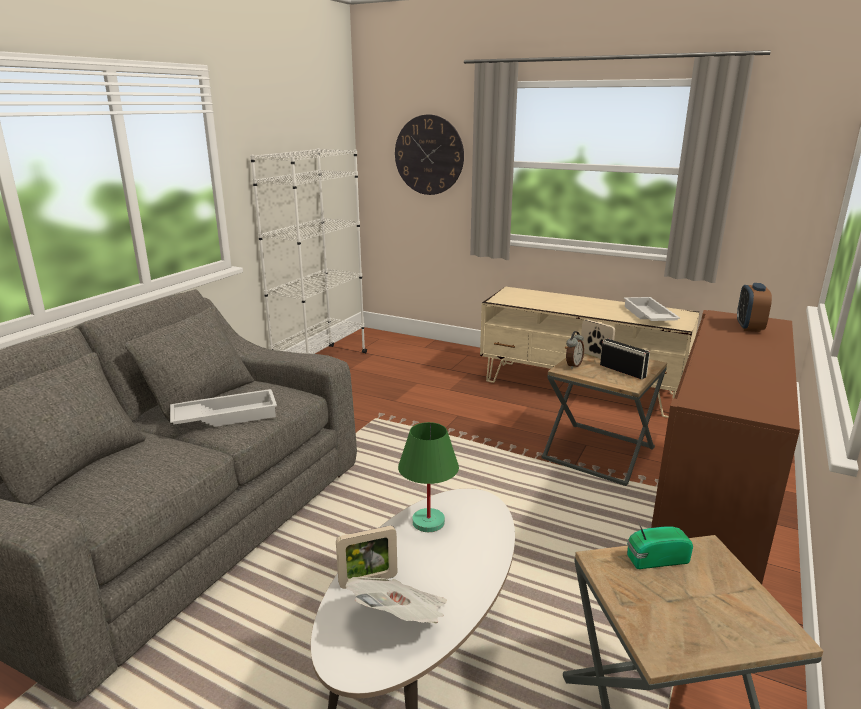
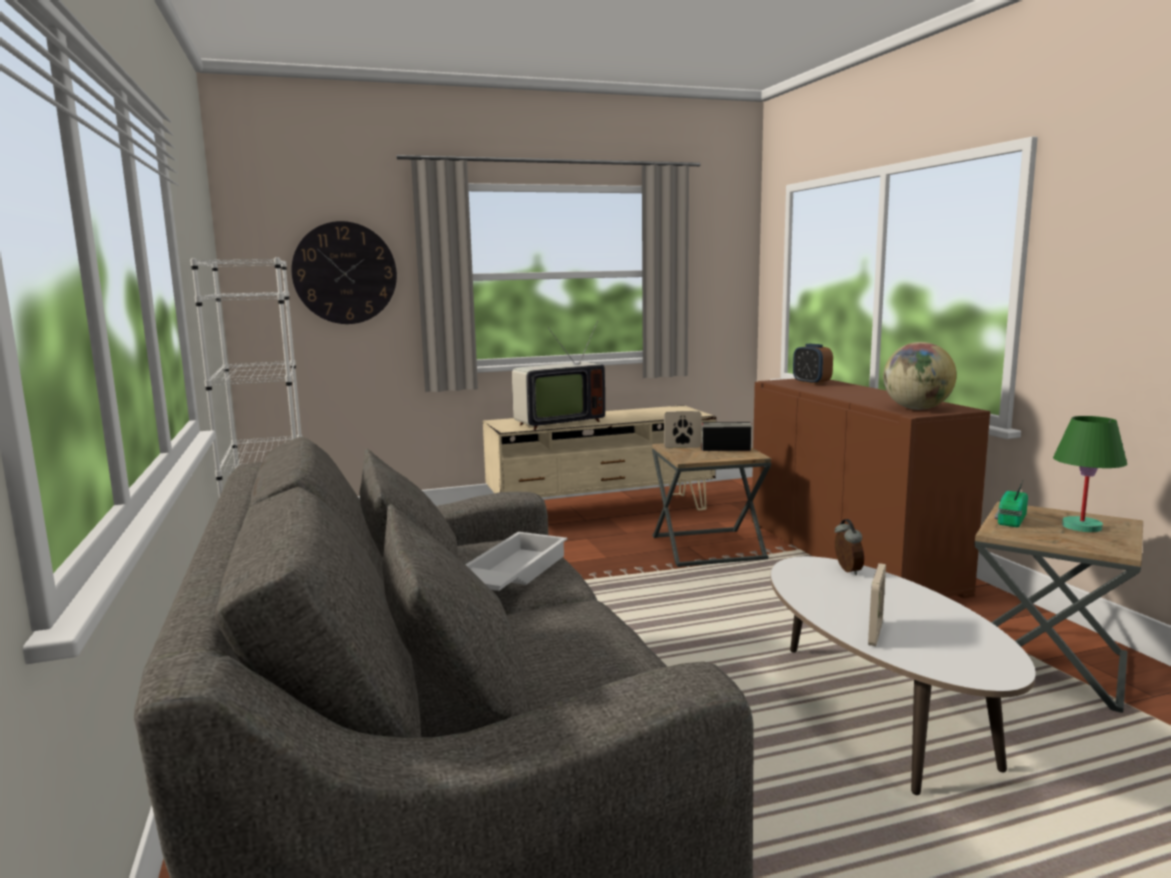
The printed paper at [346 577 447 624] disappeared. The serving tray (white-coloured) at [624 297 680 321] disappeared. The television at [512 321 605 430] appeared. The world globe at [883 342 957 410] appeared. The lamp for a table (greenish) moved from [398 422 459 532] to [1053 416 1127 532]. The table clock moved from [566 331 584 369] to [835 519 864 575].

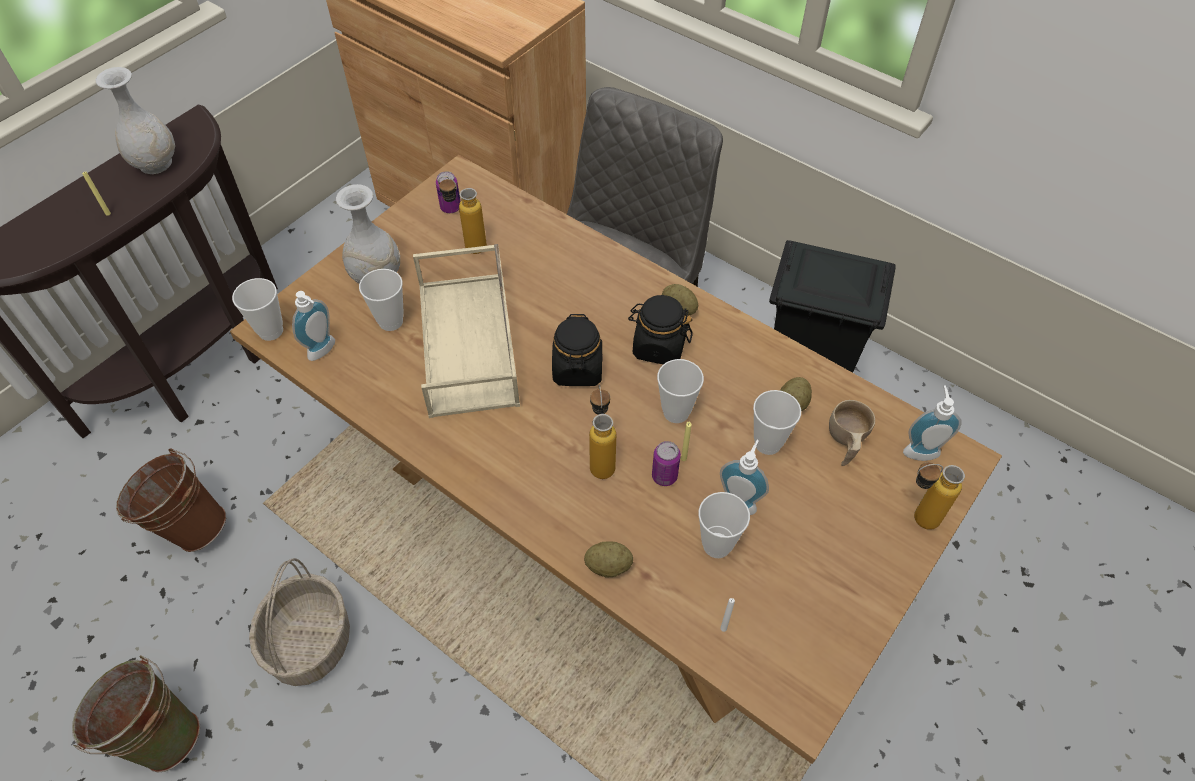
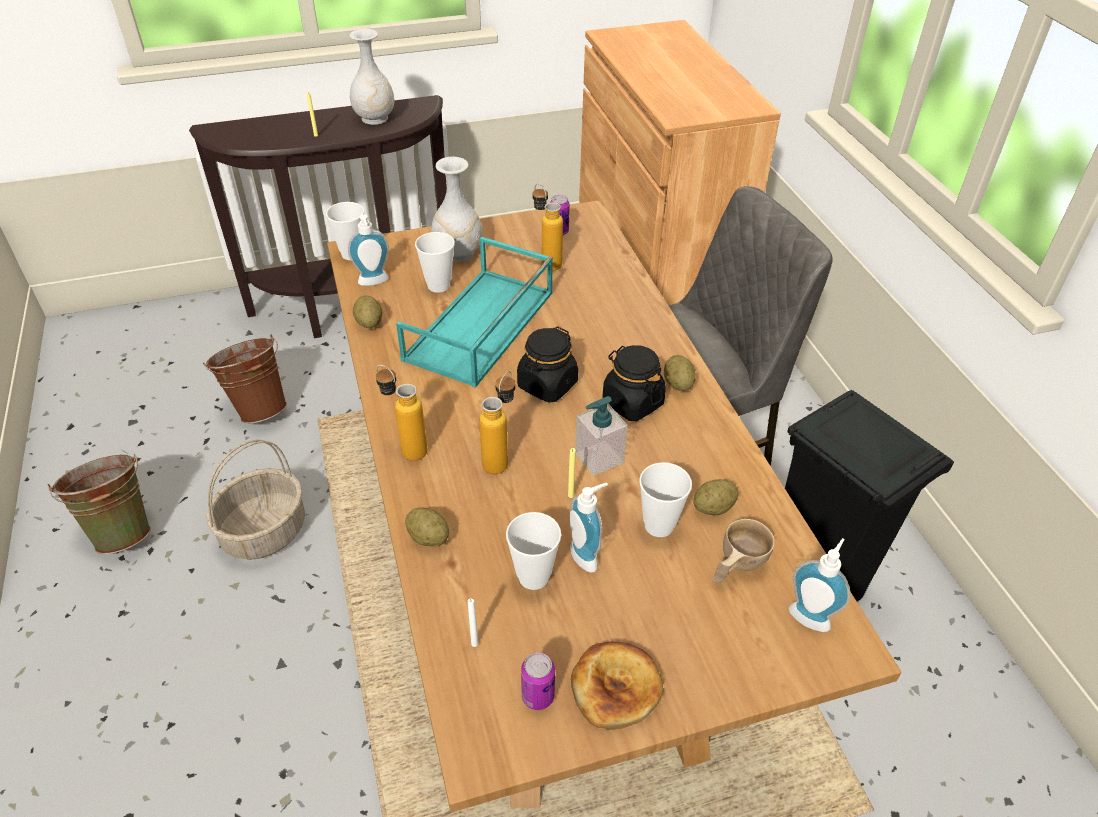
The spud at [353 295 382 328] appeared. The bakery bread at [571 642 663 730] appeared. The sealed can moved from [652 441 681 486] to [521 652 555 710]. The bottle moved from [914 462 965 530] to [376 365 428 461]. The small cup at [657 359 704 423] was replaced by the liquid soap bottle at [575 396 628 476]. The serving tray (sand-coloured) at [413 244 520 418] became the serving tray (turquoise) at [396 237 553 388].

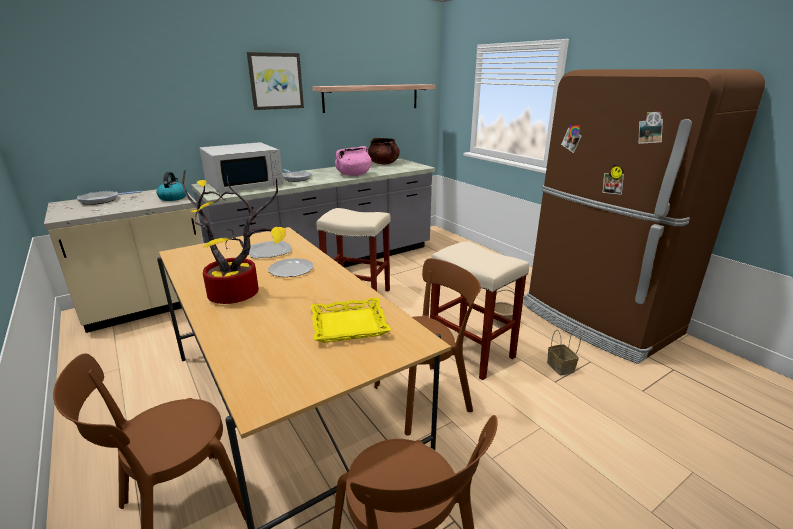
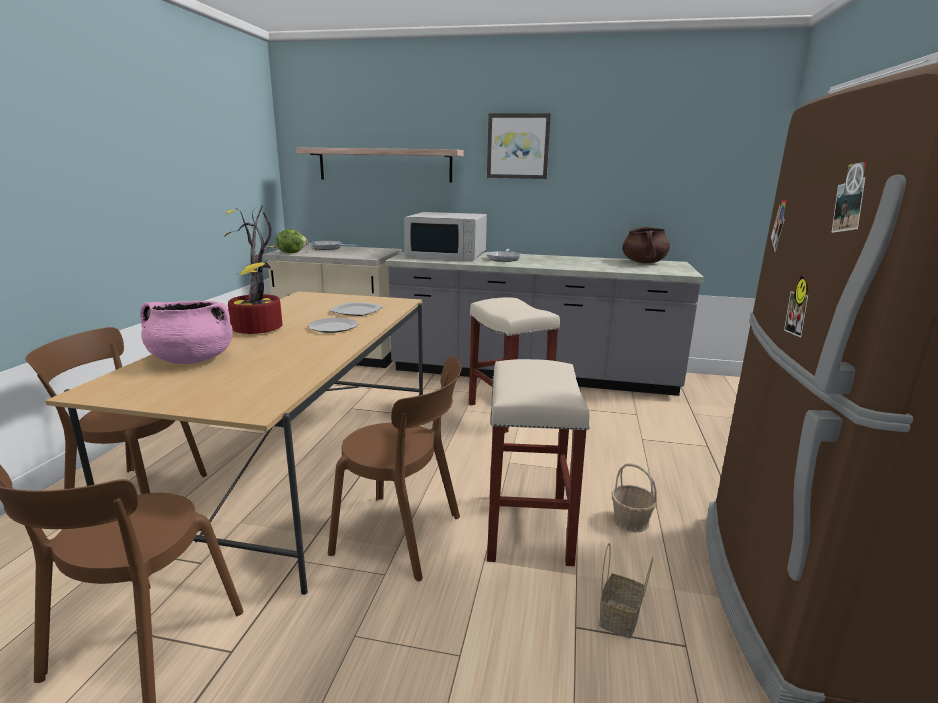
The kettle at [156 172 187 201] disappeared. The serving tray (yellowish) at [311 297 391 343] disappeared. The lettuce head at [276 229 307 253] appeared. The shelf moved from [312 84 436 113] to [296 148 464 182]. The cooking pot (pinkish) moved from [335 146 372 176] to [140 301 233 364].

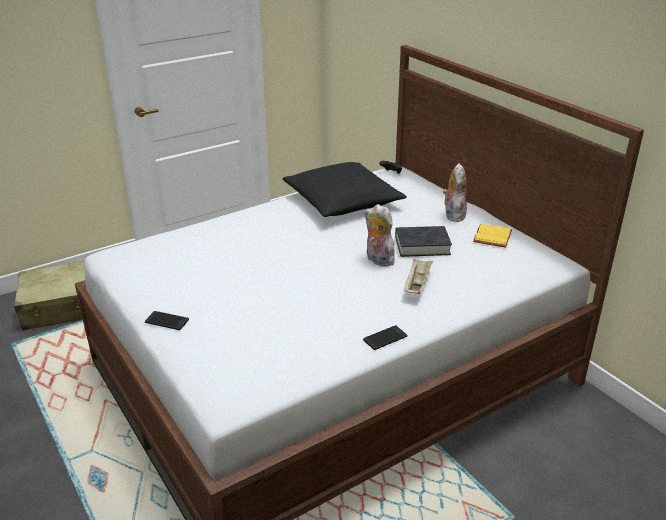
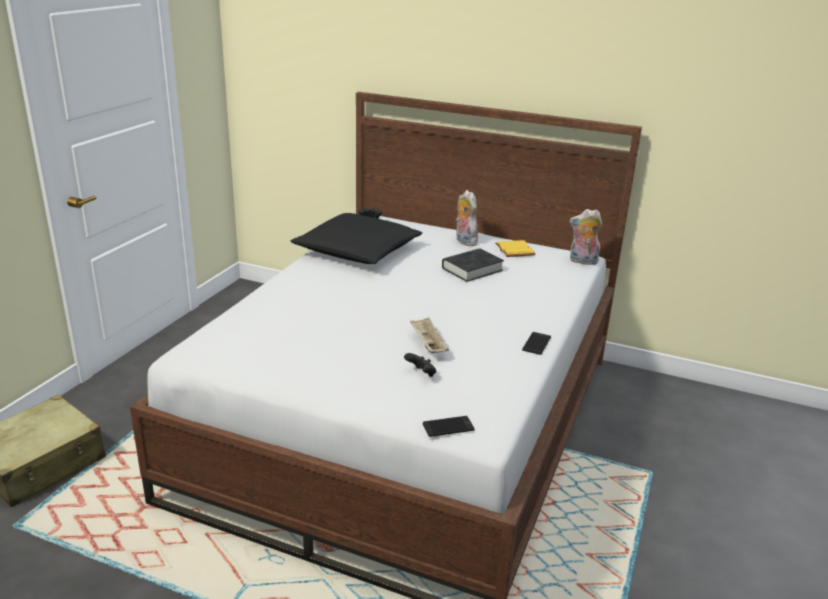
The joypad (black-coloured) at [404 353 436 377] appeared. The handset moved from [145 311 189 330] to [423 416 474 437]. The plush toy moved from [364 204 398 267] to [570 209 602 265]. The serving tray (sand-coloured) moved from [404 259 433 294] to [410 317 449 353].

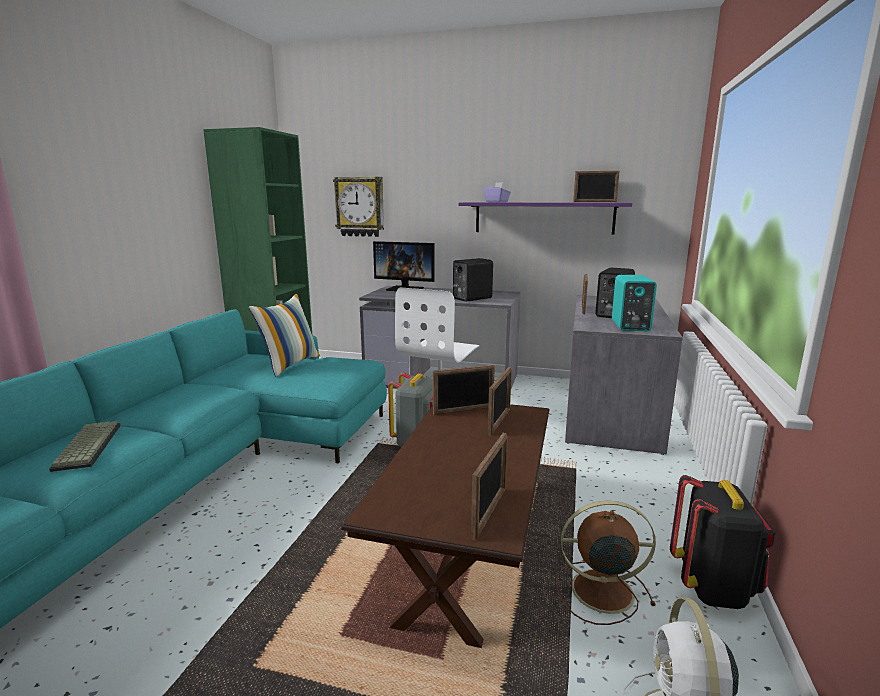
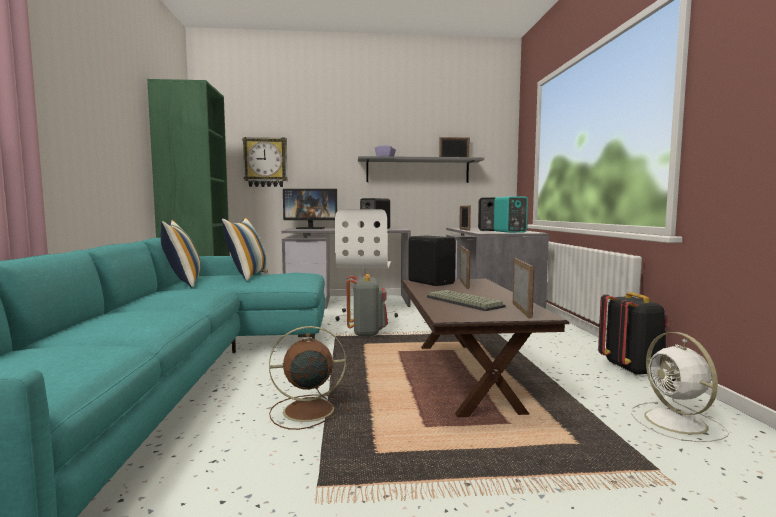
The cushion at [161 220 201 288] appeared. The computer keyboard moved from [49 421 121 472] to [427 290 505 311]. The cooling fan (brownish) moved from [556 501 656 625] to [269 326 350 430]. The standing frame at [433 365 495 415] was replaced by the loudspeaker (black-coloured) at [408 236 456 286]. The shelf (purple-coloured) at [458 202 632 234] became the shelf (greyish) at [358 156 484 183].

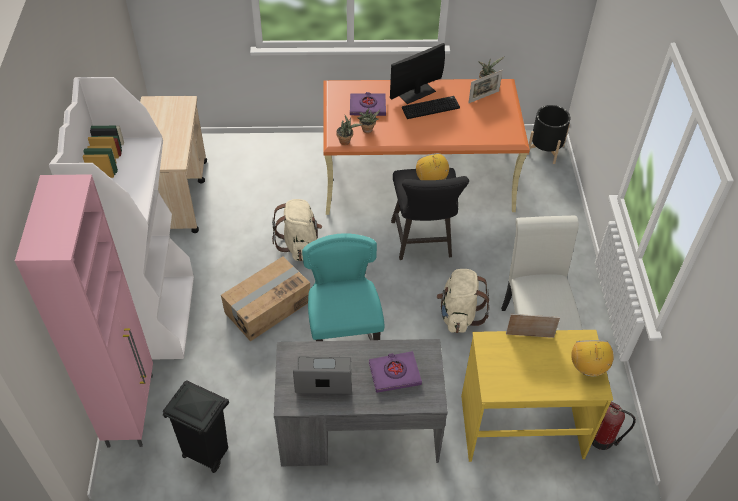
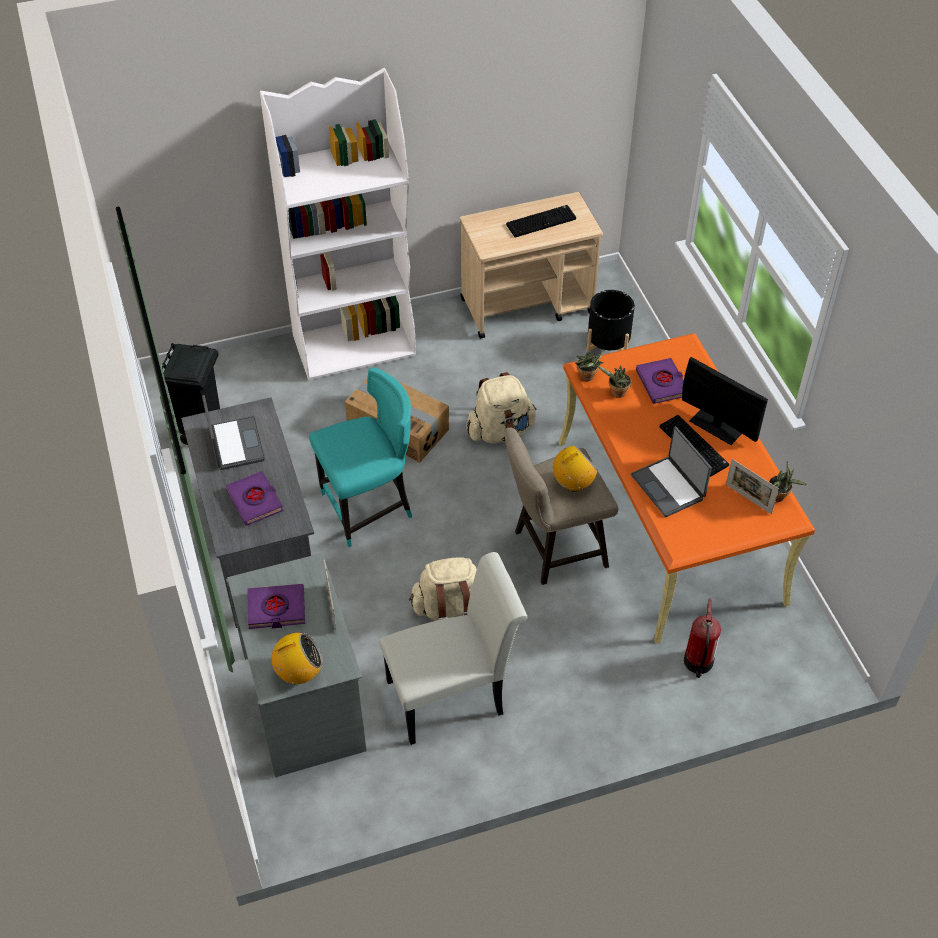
The storage cabinet (pinkish) at [15 174 153 448] disappeared. The volume (purple-coloured) at [247 584 305 629] appeared. The computer keyboard at [506 205 576 238] appeared. The notebook computer at [631 426 712 517] appeared. The planter (black-coloured) moved from [527 105 570 164] to [586 290 635 356]. The fire extinguisher moved from [592 401 636 450] to [684 598 721 678]. The sitting stool (black-coloured) at [391 168 469 260] became the sitting stool (sand-coloured) at [505 428 618 585]. The desk (yellowish) at [461 330 613 462] became the desk (greyish) at [226 553 367 777].

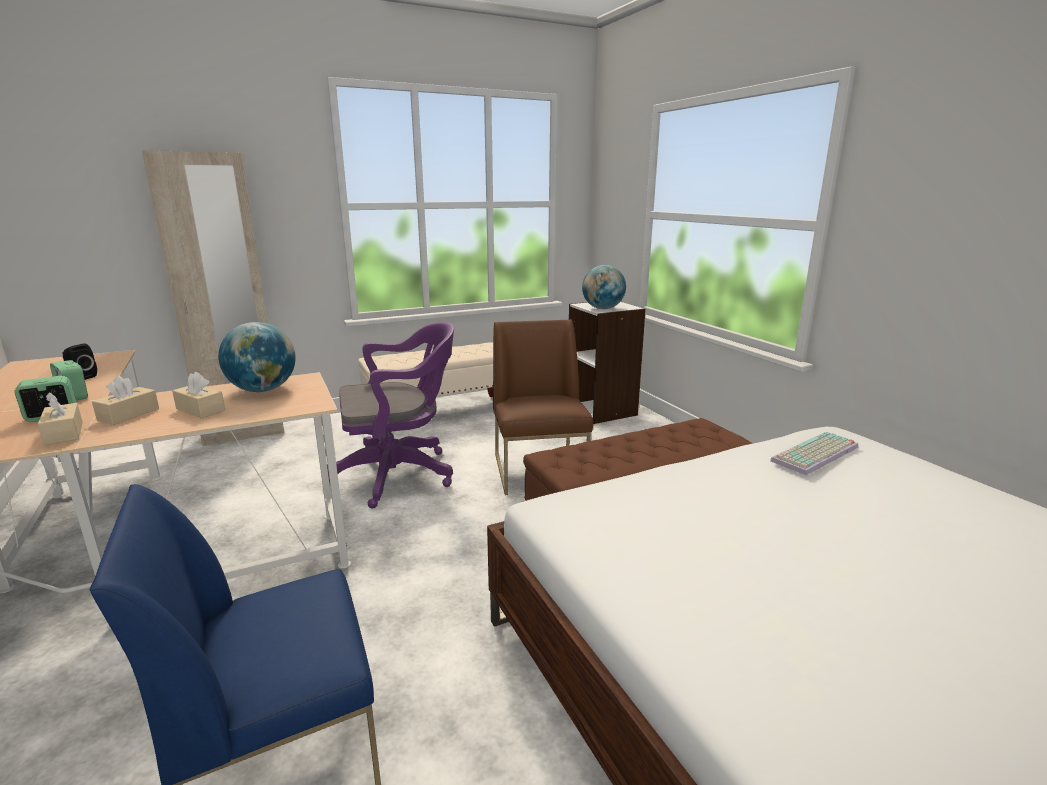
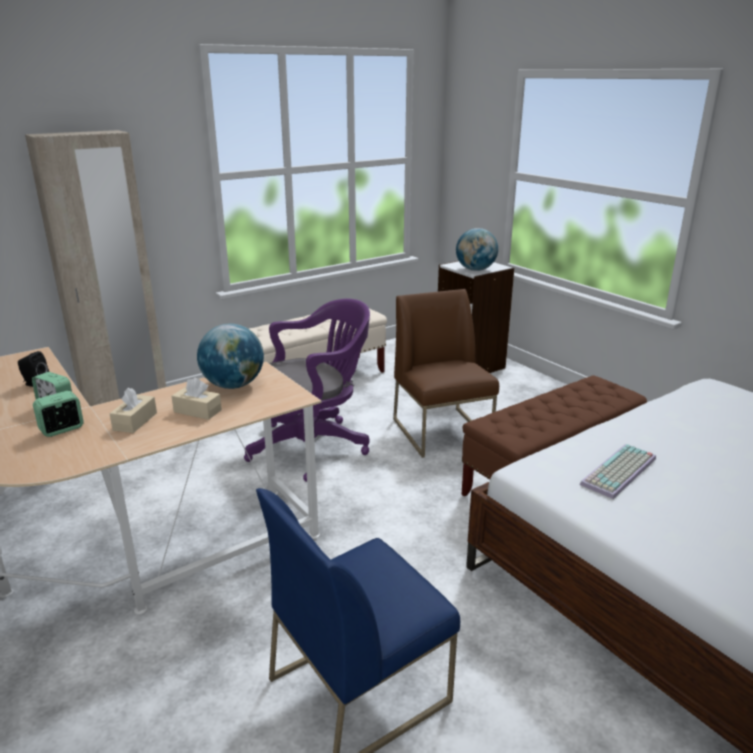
The tissue holder (sand-coloured) at [38 392 83 445] disappeared. The computer keyboard moved from [770 432 858 475] to [580 444 656 499].

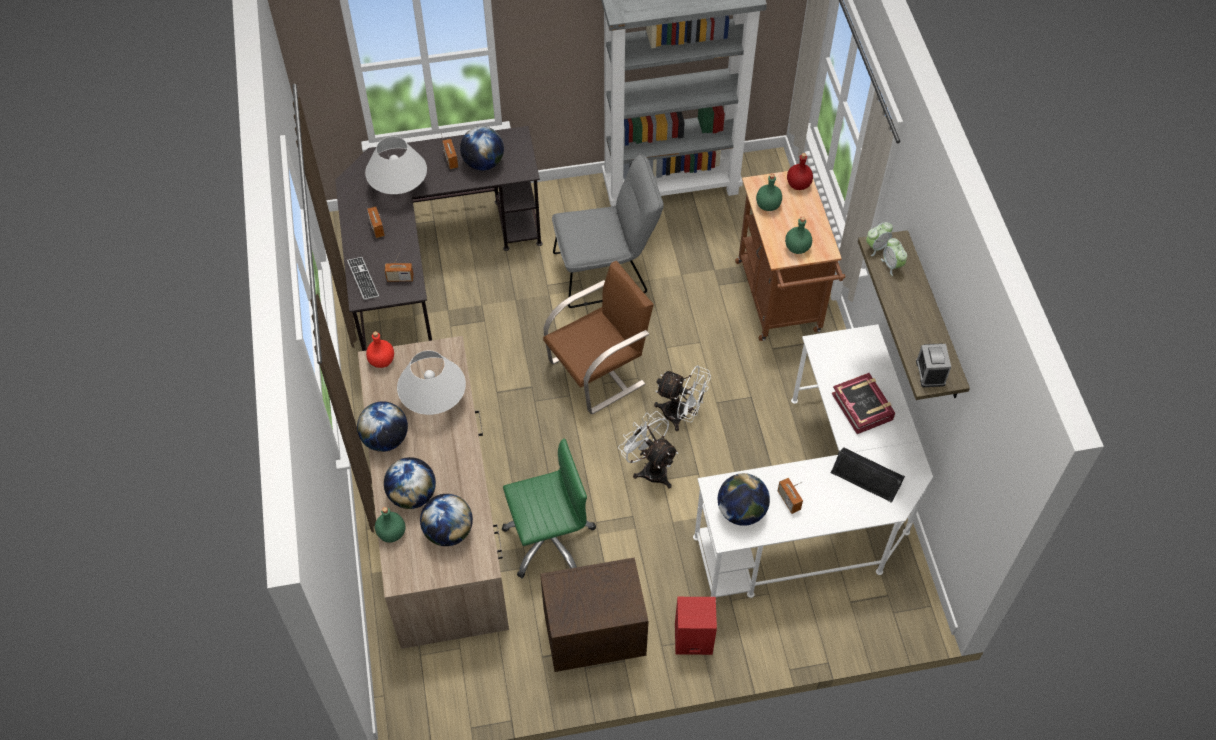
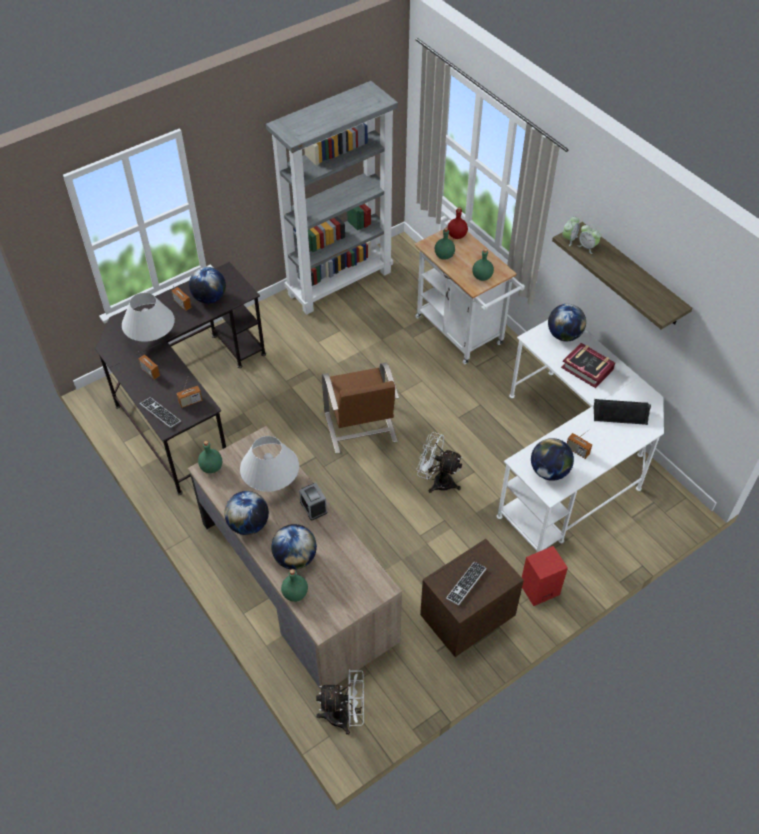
The desk chair (greenish) at [501 438 596 578] disappeared. The chair (greyish) at [552 153 664 308] disappeared. The computer keyboard at [446 562 487 605] appeared. The world globe moved from [420 494 473 546] to [548 304 586 341]. The cooling fan (white-coloured) moved from [654 365 711 431] to [316 669 364 735]. The table clock moved from [916 343 951 387] to [299 483 327 520]. The bottle (reddish) at [366 331 394 368] became the bottle (greenish) at [198 441 222 473]. The wheeled cart (brownish) at [735 171 845 341] became the wheeled cart (white-coloured) at [414 229 525 364]. The chair (brownish) at [543 261 654 414] turned 135 degrees clockwise.

